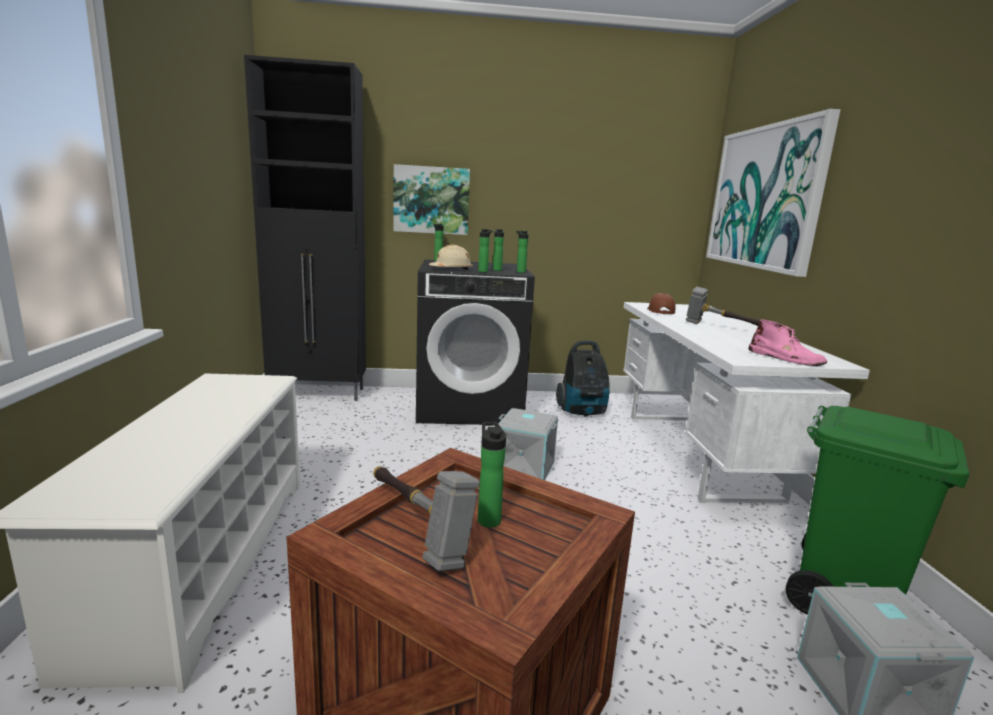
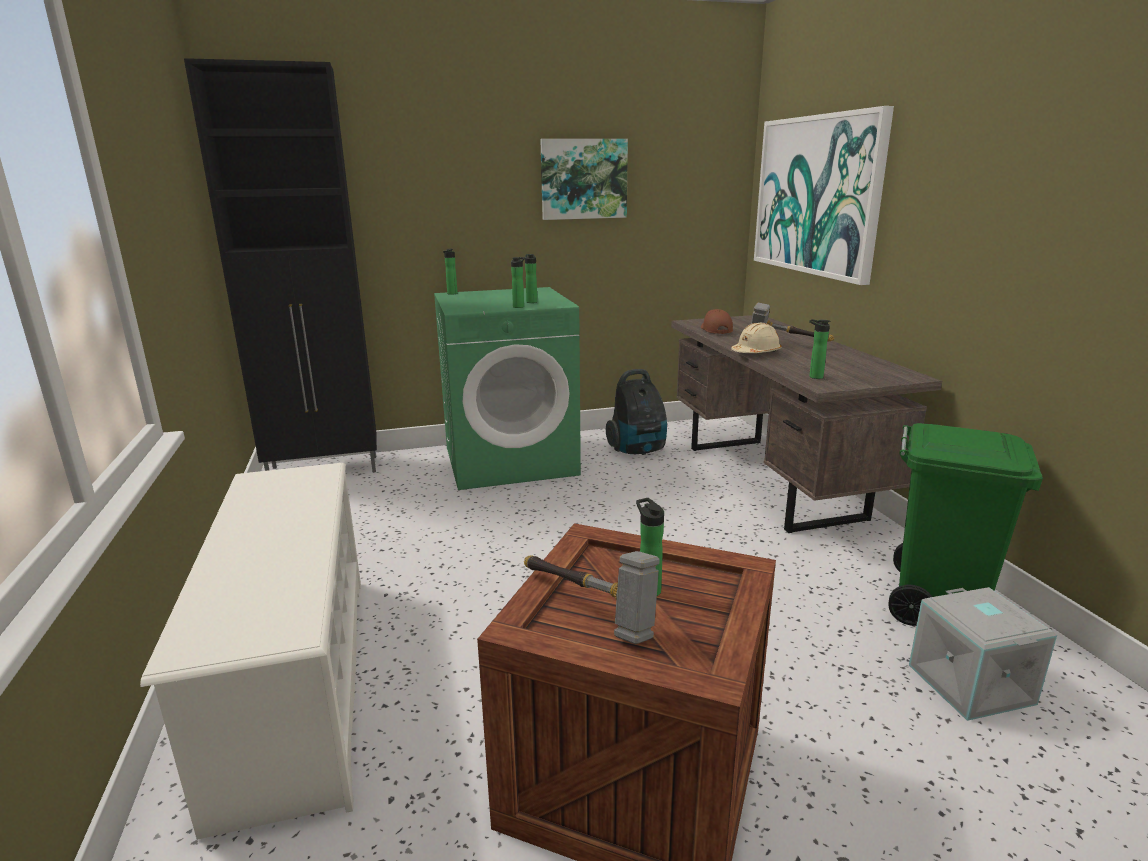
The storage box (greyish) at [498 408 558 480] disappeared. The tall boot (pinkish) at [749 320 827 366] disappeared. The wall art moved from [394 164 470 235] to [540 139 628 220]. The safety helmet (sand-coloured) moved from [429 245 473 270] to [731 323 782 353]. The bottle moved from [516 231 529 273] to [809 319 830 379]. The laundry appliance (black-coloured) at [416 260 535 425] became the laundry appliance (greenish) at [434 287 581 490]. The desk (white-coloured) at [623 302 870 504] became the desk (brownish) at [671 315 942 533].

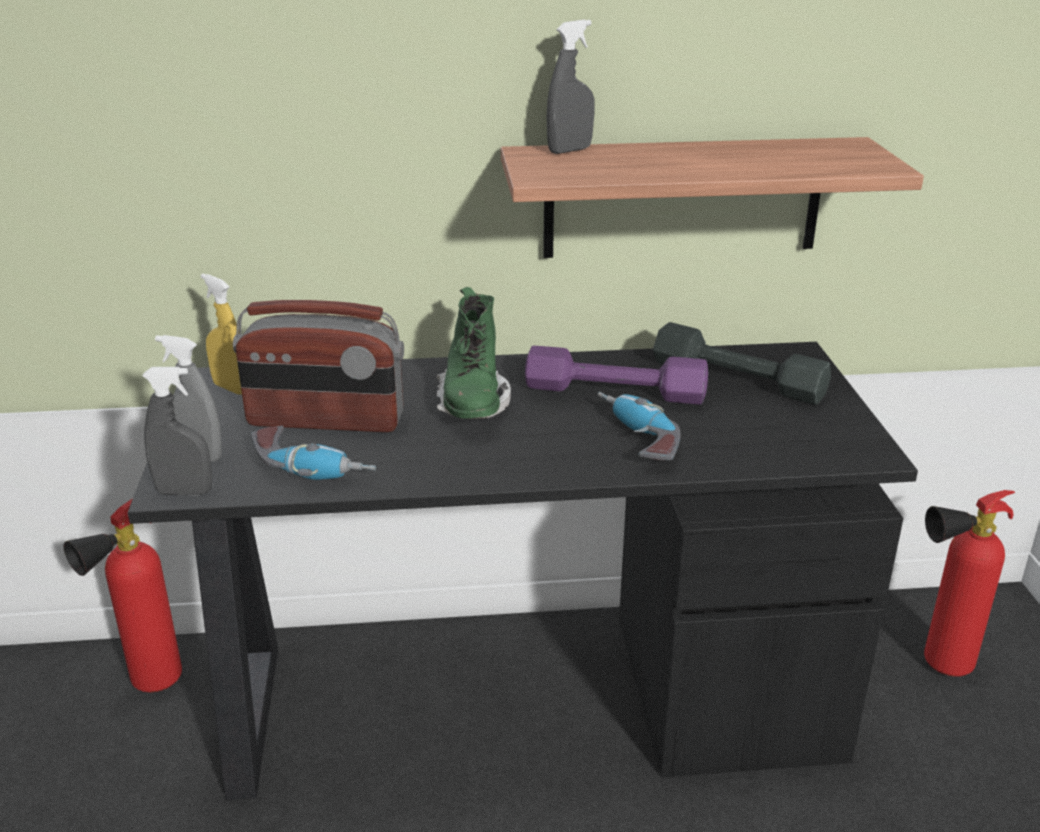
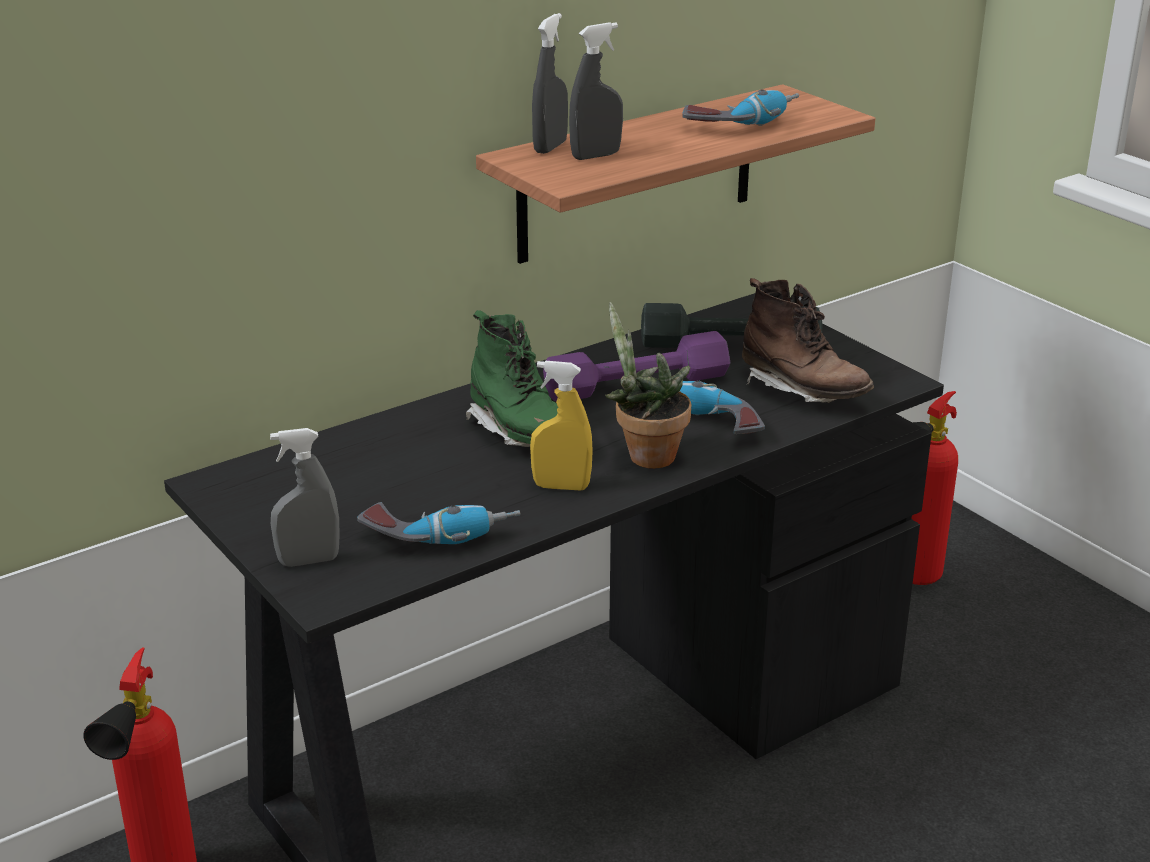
The radio set at [233 300 404 432] disappeared. The plant in a pot at [605 302 691 469] appeared. The drill at [682 89 799 126] appeared. The tall boot (brownish) at [742 278 874 403] appeared. The sprayer (greyish) moved from [142 367 212 495] to [569 22 623 160]. The sprayer (yellowish) moved from [201 274 242 395] to [530 361 593 491].

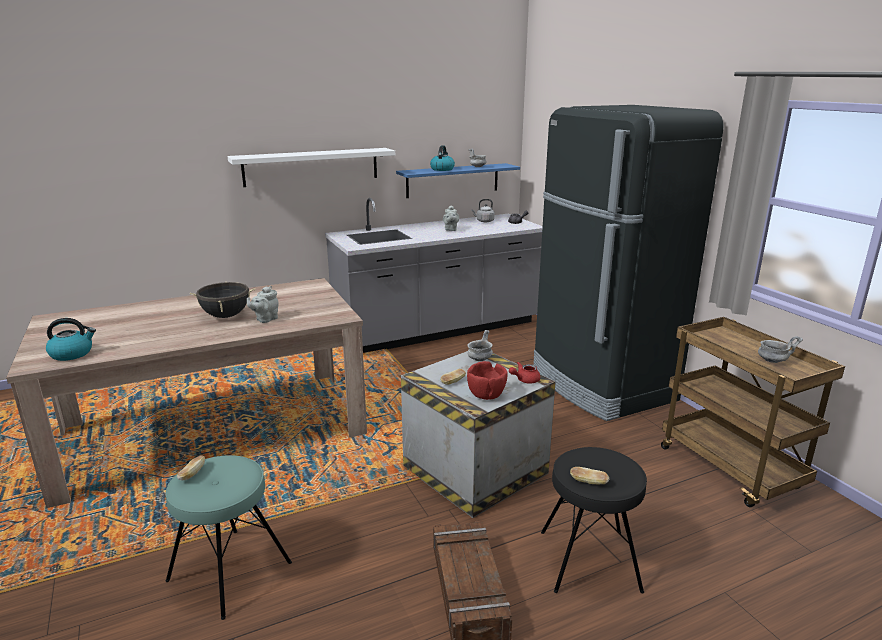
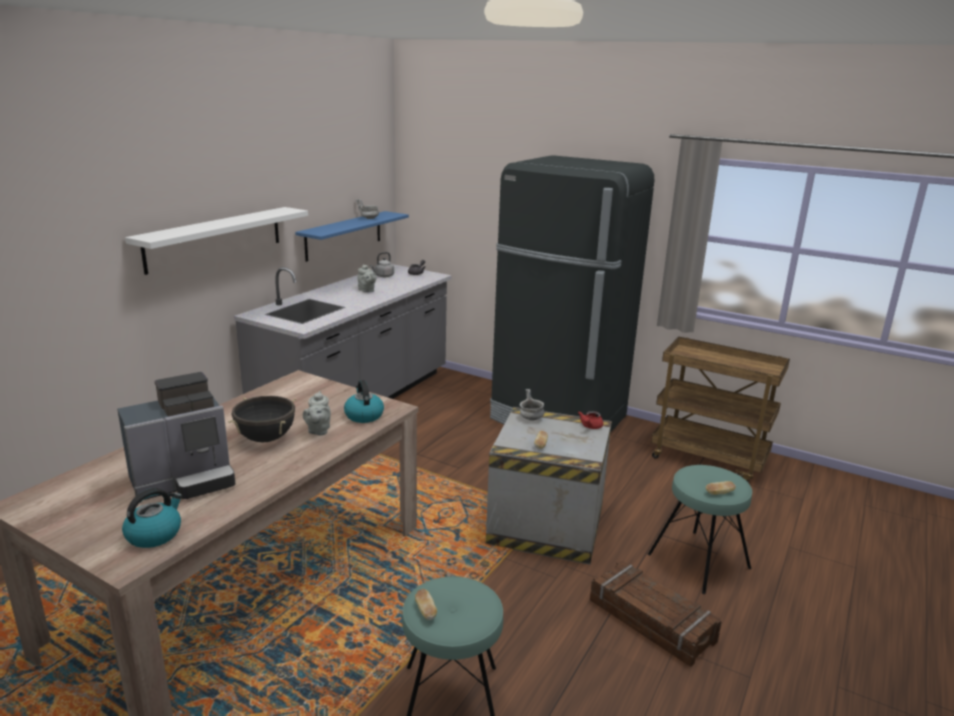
The deep dish (reddish) at [467 361 507 400] disappeared. The deep dish (greyish) at [758 336 803 363] disappeared. The coffee machine at [117 372 235 500] appeared. The kettle moved from [430 145 455 171] to [344 380 384 423]. The sitting stool (black-coloured) at [541 447 647 593] became the sitting stool (turquoise) at [648 465 752 594].

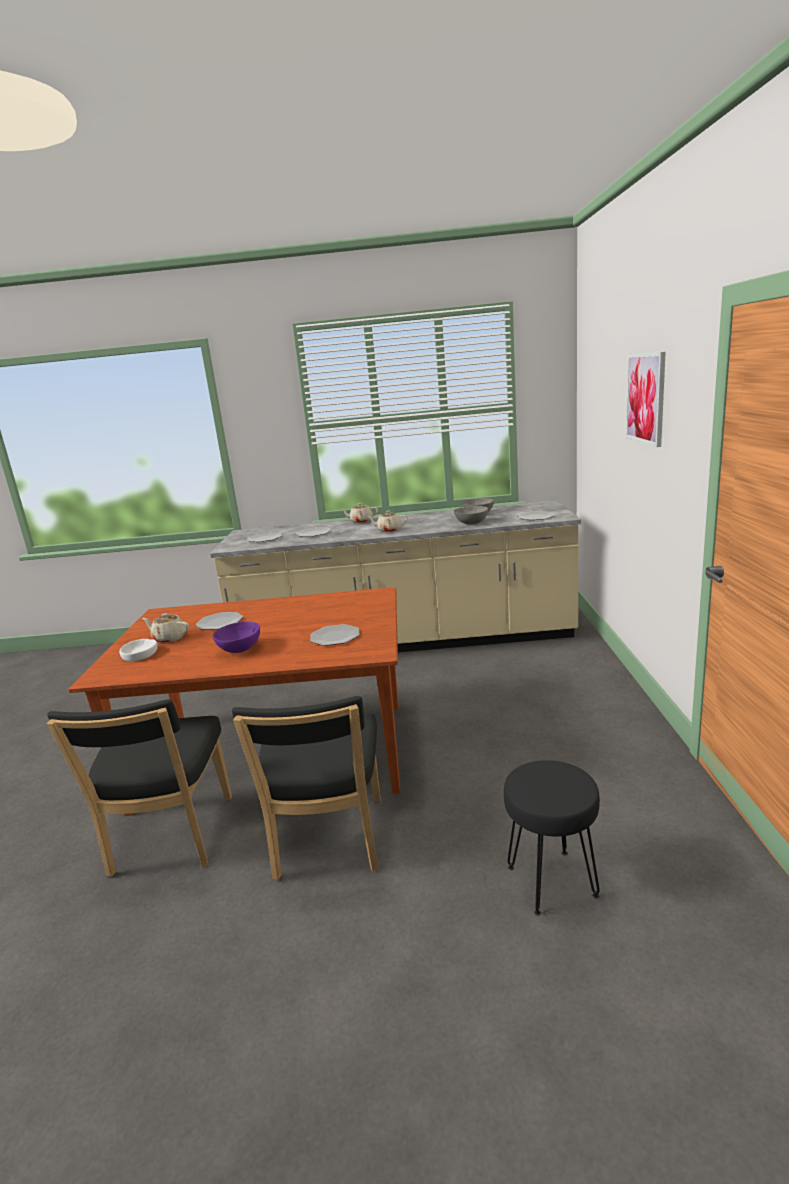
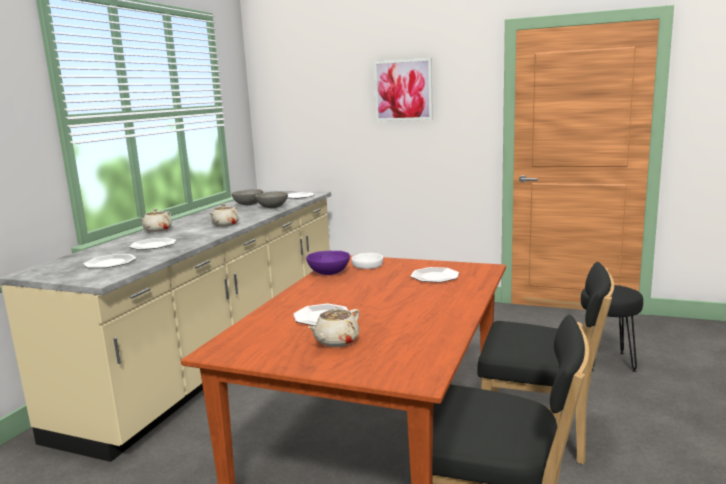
The deep dish (white-coloured) moved from [119 639 158 661] to [351 253 383 269]. The deep dish (purple-coloured) moved from [213 622 260 653] to [306 251 350 275].

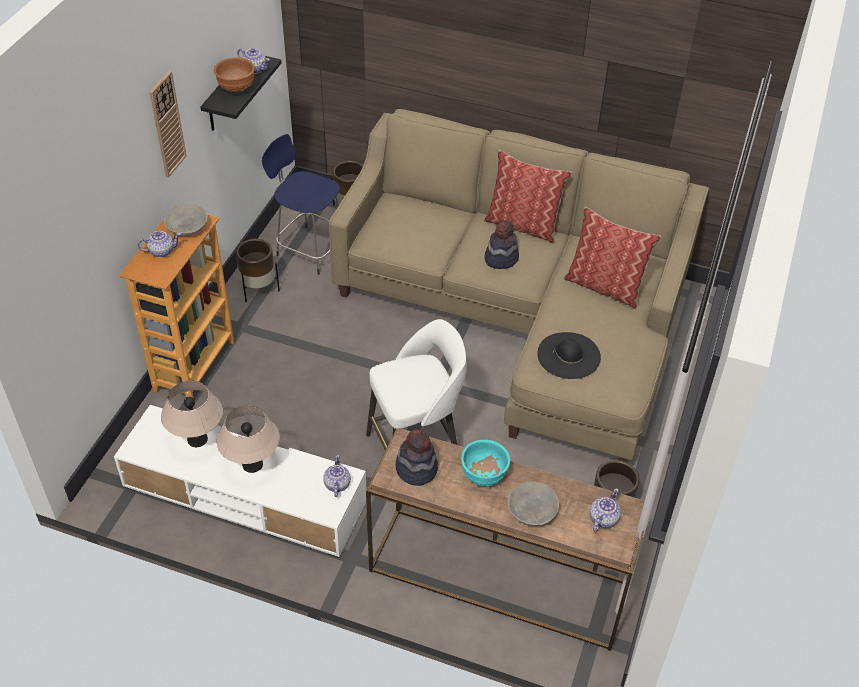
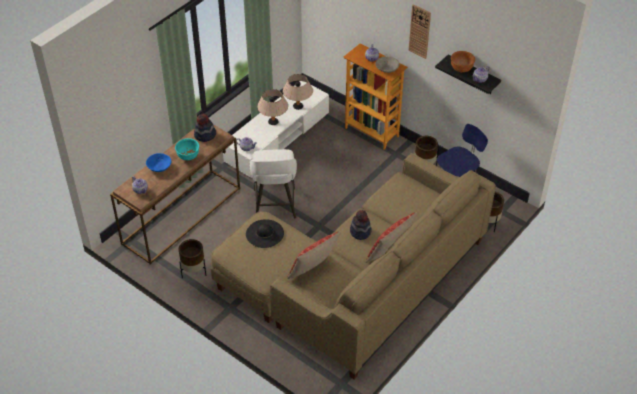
The deep dish (greyish) at [508 482 559 526] became the deep dish (blue) at [146 153 171 172].

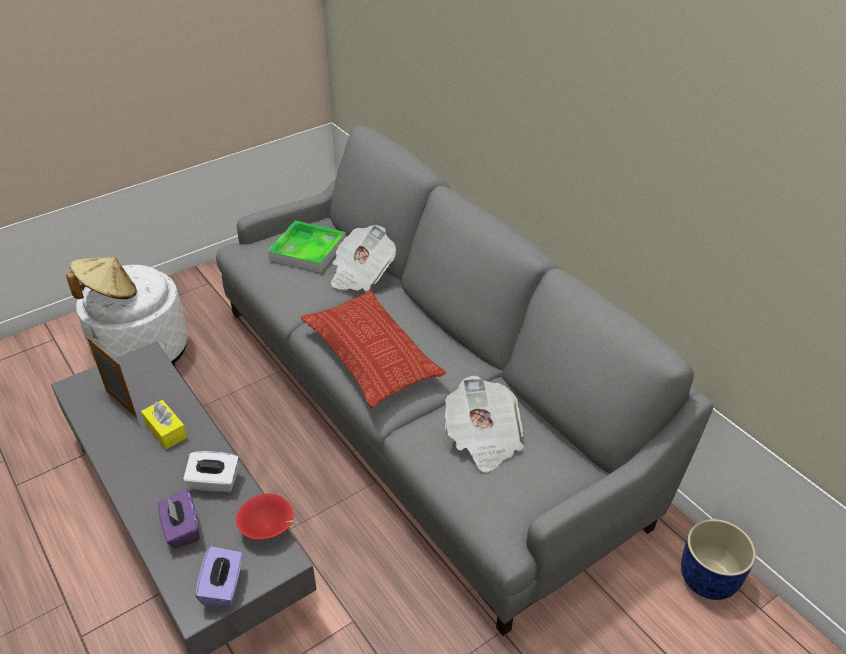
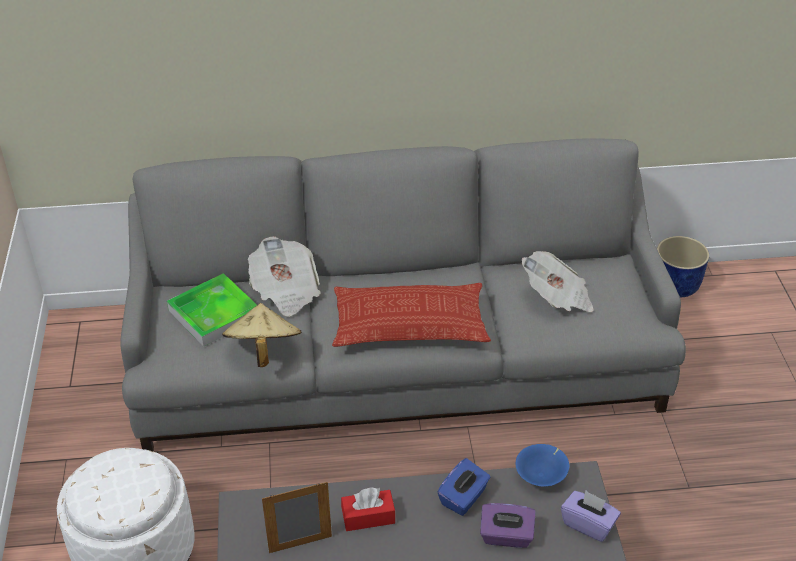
The hat (sand-coloured) moved from [66 257 137 299] to [222 303 301 367]. The tissue holder (yellowish) at [141 400 187 449] became the tissue holder (reddish) at [341 487 395 531]. The tissue holder (white-coloured) at [183 451 239 492] became the tissue holder (blue) at [437 458 491 516]. The deep dish (reddish) at [236 493 294 539] became the deep dish (blue) at [516 444 569 487].

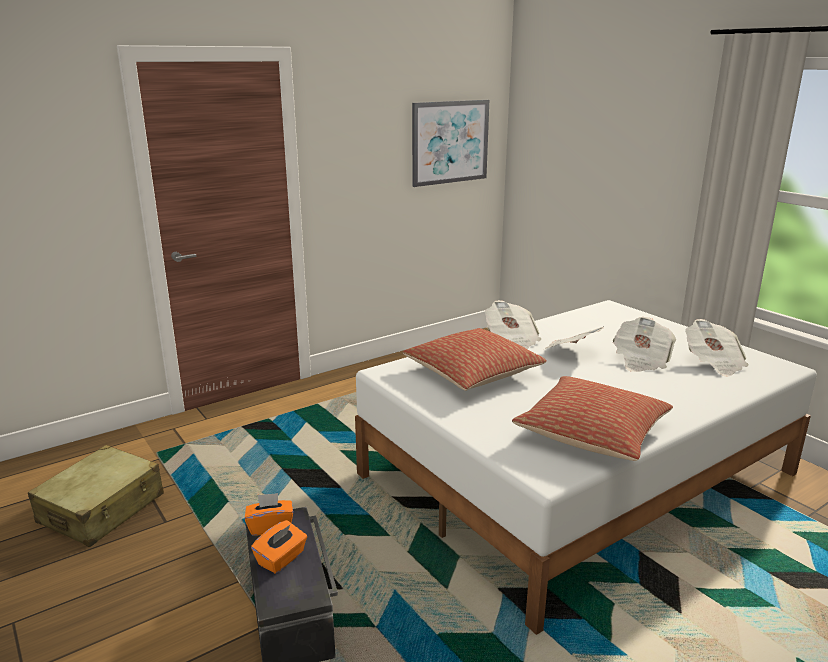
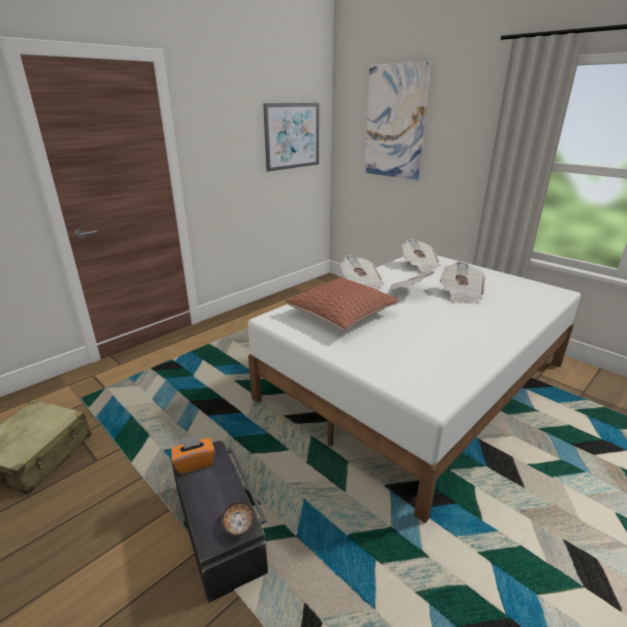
The tissue holder (orange) at [251 520 307 574] disappeared. The cushion at [512 376 673 461] disappeared. The deep dish at [222 502 254 536] appeared. The wall art at [364 61 431 180] appeared. The printed paper moved from [685 319 749 377] to [402 239 441 273].

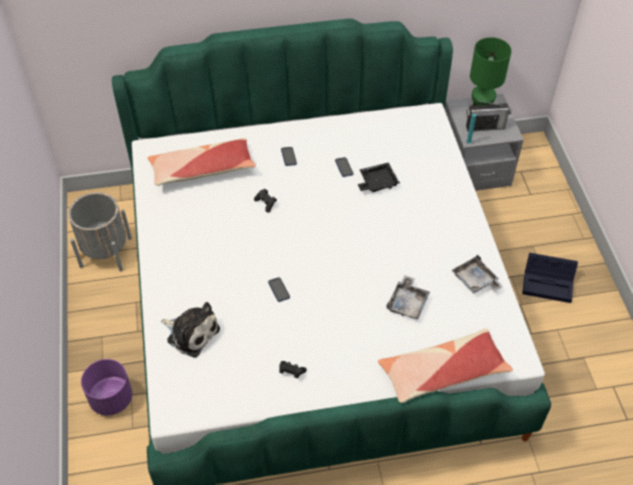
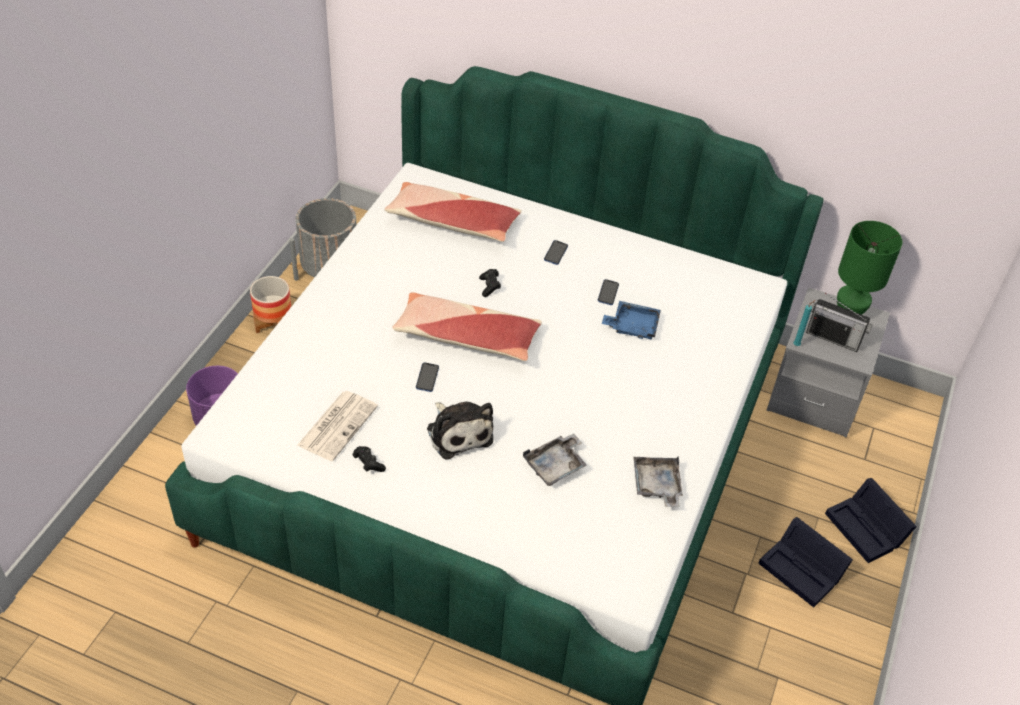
The planter at [250 276 292 333] appeared. The printed paper at [297 391 378 461] appeared. The storage box (black-coloured) at [825 478 917 563] appeared. The plush toy moved from [161 302 220 357] to [427 402 493 460]. The cushion moved from [378 328 513 403] to [392 292 542 361]. The serving tray (black-coloured) at [358 162 400 192] became the serving tray (blue) at [602 301 661 339].

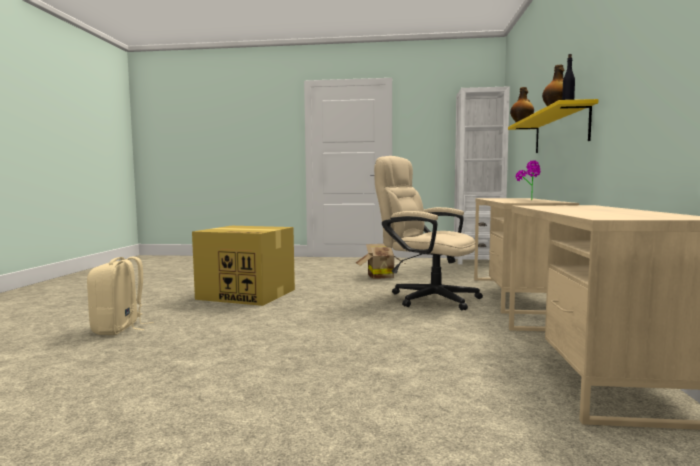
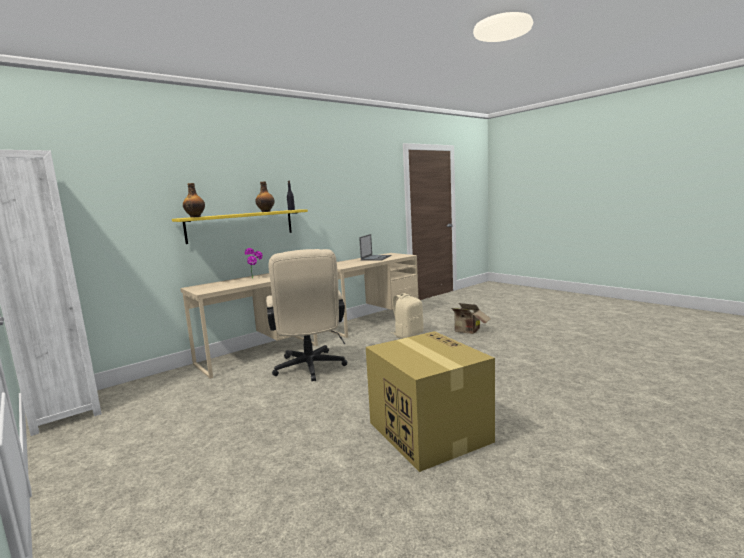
The notebook computer at [359 234 391 261] appeared. The rucksack (sand-coloured) moved from [87 256 154 335] to [392 293 423 339]. The cardboard box moved from [356 244 404 279] to [451 303 491 334].

